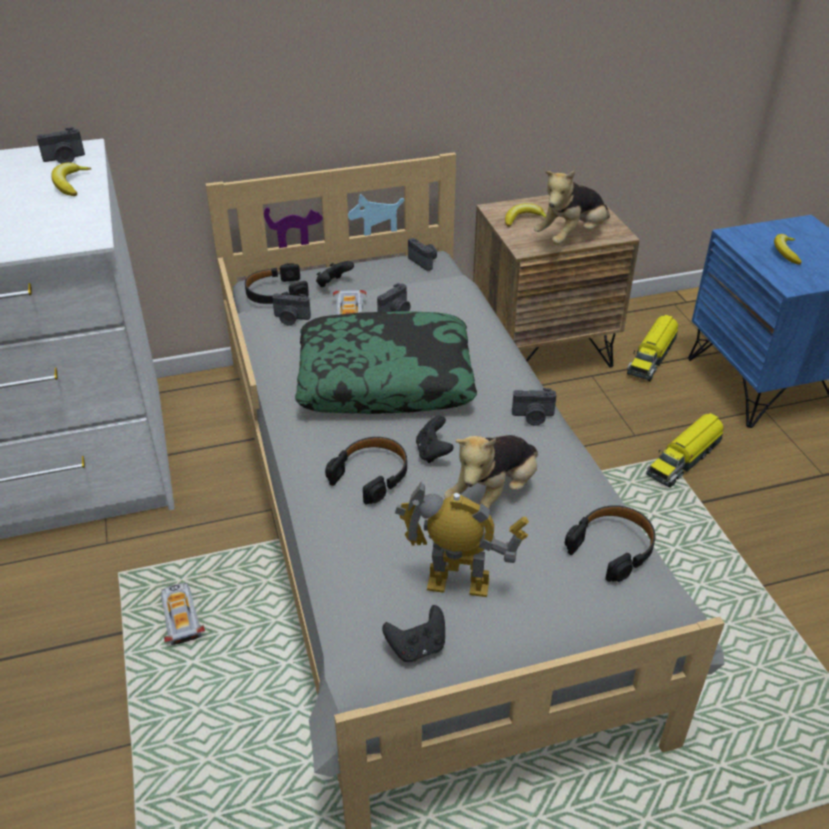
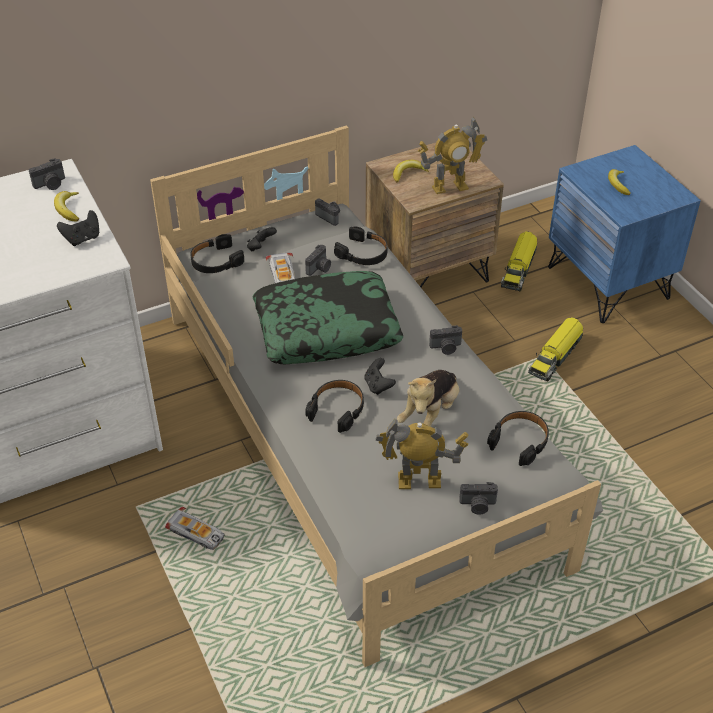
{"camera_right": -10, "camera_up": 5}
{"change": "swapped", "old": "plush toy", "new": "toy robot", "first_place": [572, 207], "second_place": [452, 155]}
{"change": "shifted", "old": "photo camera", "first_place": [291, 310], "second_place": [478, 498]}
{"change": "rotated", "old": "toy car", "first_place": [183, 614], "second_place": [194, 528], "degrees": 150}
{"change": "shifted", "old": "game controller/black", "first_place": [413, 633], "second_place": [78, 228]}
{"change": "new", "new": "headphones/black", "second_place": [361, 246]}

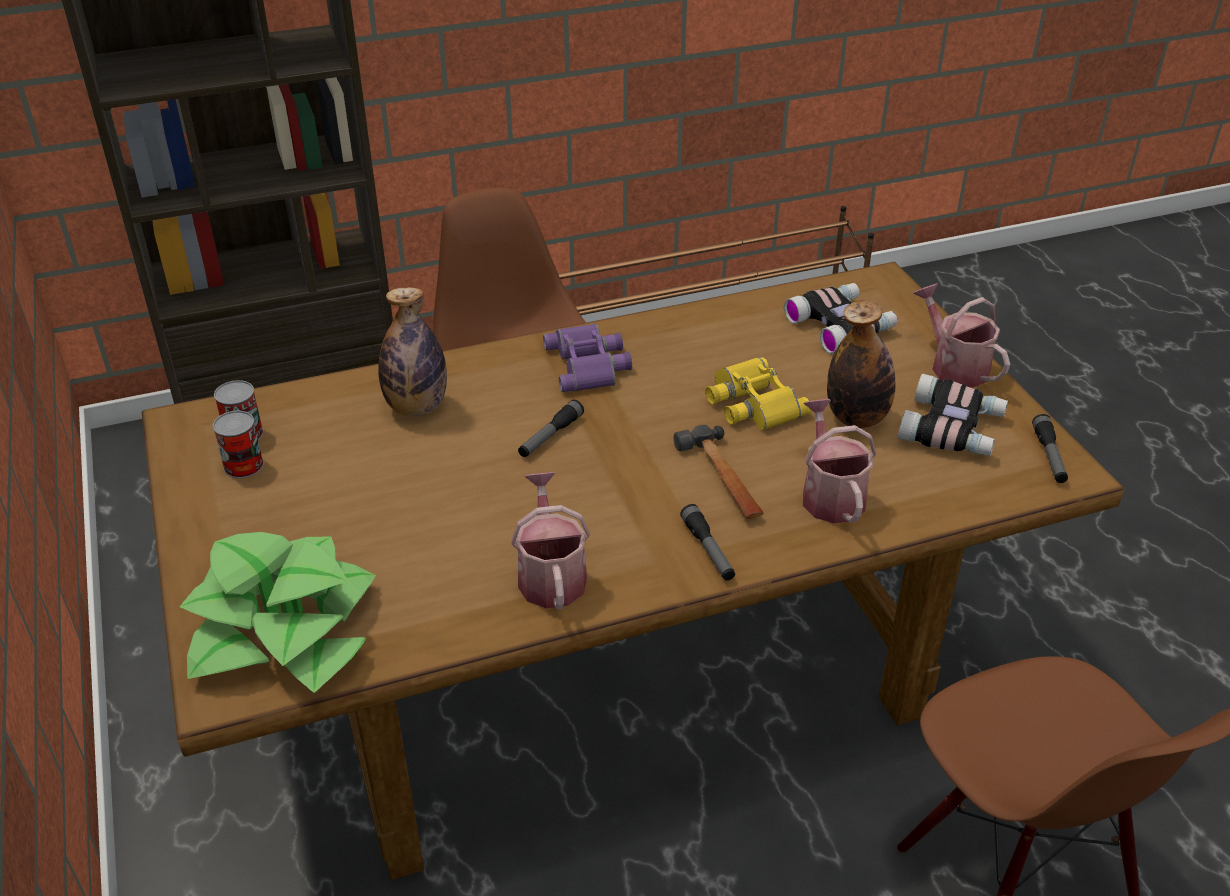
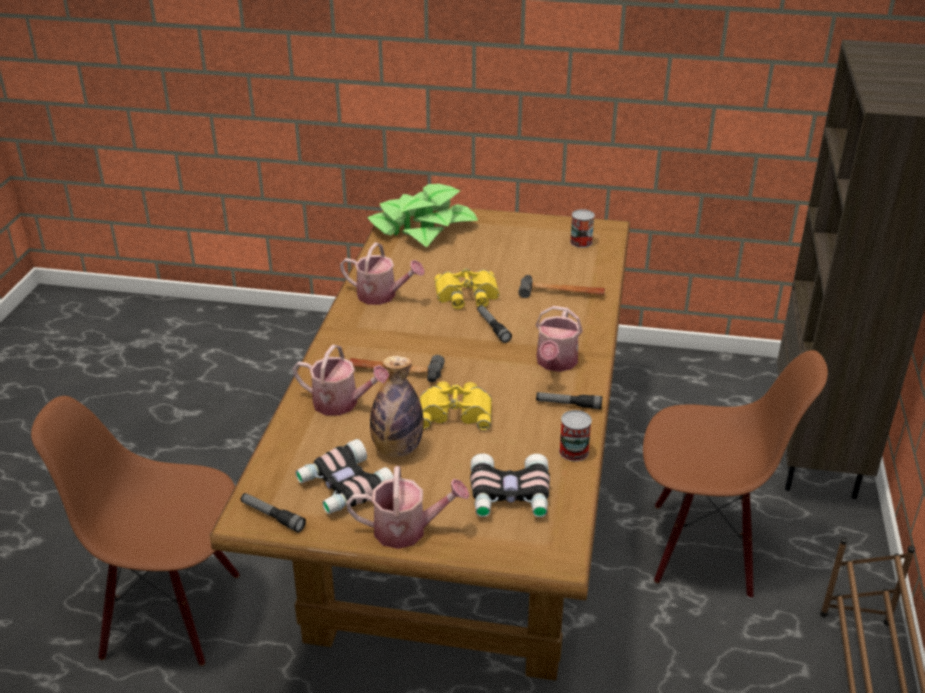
{"camera_right": 120, "camera_up": -5}
{"change": "swapped", "old": "bottle", "new": "hammer", "first_place": [412, 351], "second_place": [561, 286]}
{"change": "swapped", "old": "binoculars/purple", "new": "watering can", "first_place": [587, 357], "second_place": [559, 339]}
{"change": "shifted", "old": "can", "first_place": [238, 444], "second_place": [575, 435]}
{"change": "shifted", "old": "flashlight", "first_place": [707, 542], "second_place": [569, 400]}
{"change": "new", "new": "binoculars/yellow", "second_place": [467, 288]}

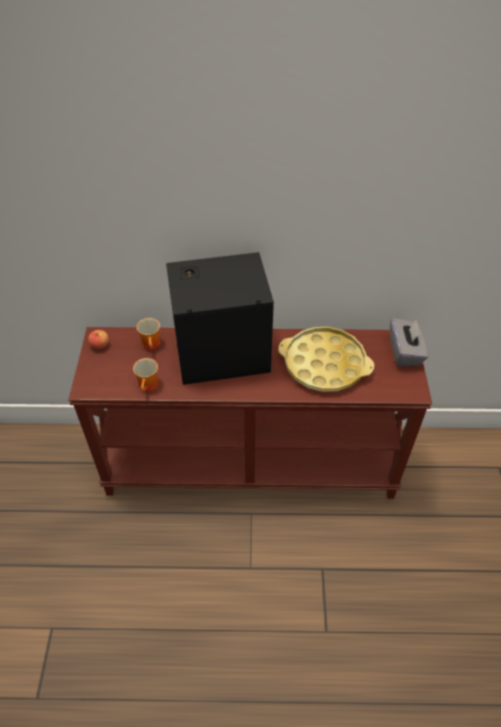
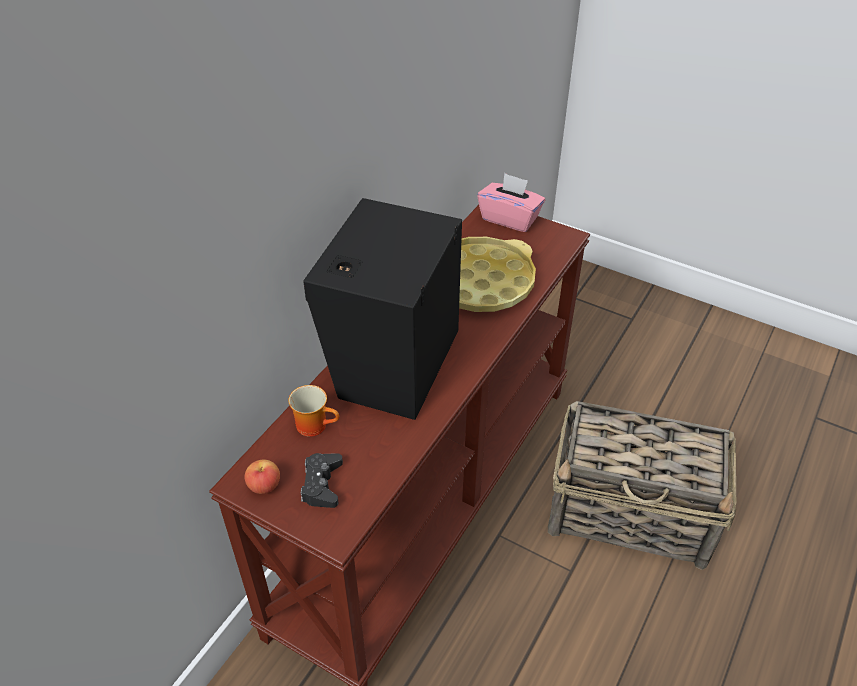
{"camera_right": -60, "camera_up": -5}
{"change": "repainted", "old": "tissue box/grey", "new": "tissue box/pink", "first_place": [409, 342], "second_place": [511, 202]}
{"change": "gone", "old": "mug", "first_place": [145, 375]}
{"change": "new", "new": "basket", "second_place": [642, 485]}
{"change": "new", "new": "game controller/black", "second_place": [322, 480]}

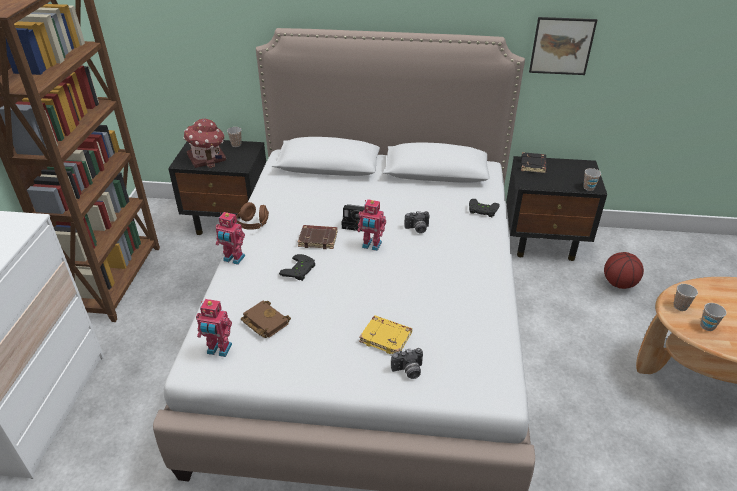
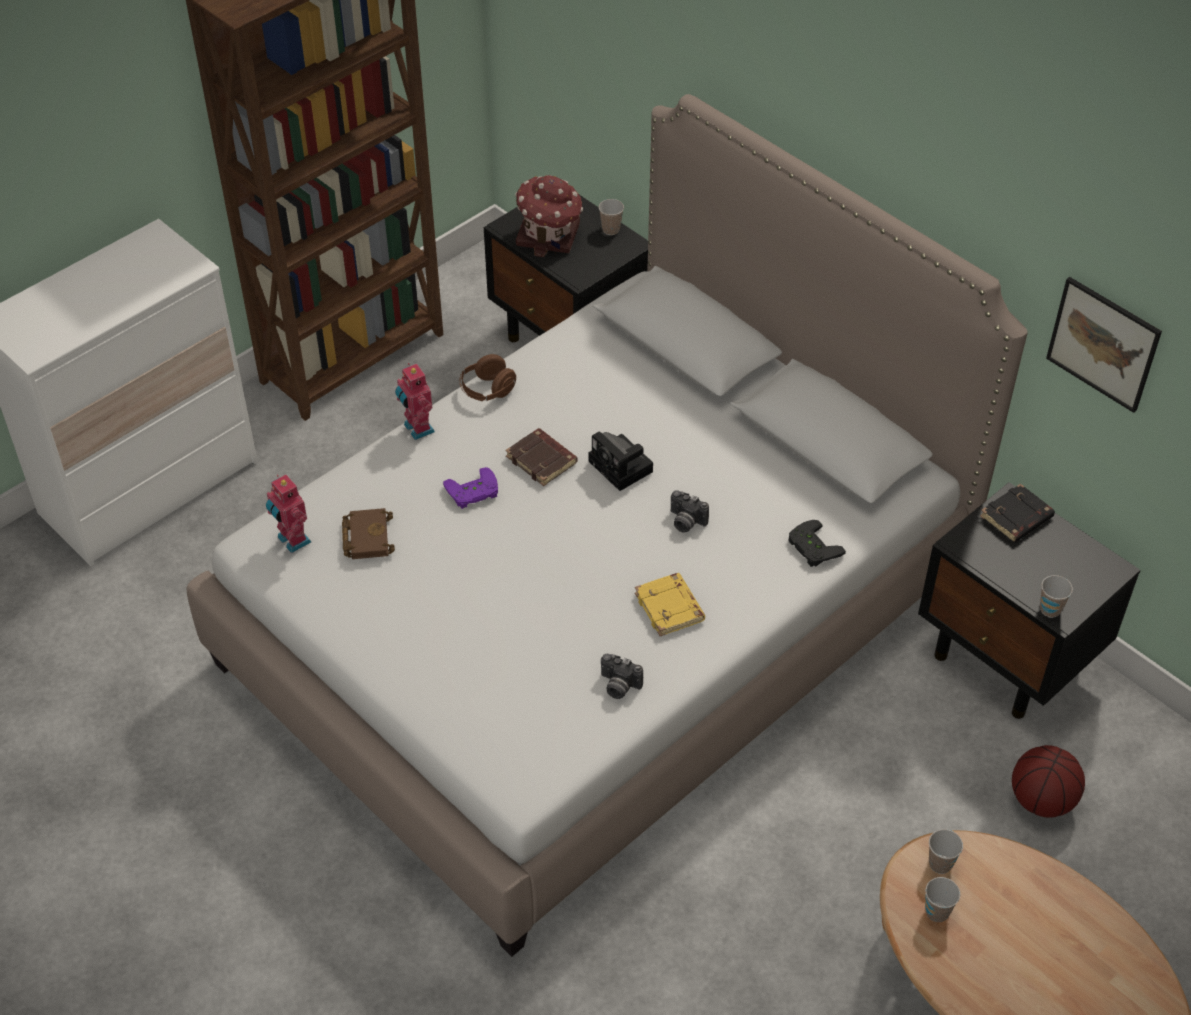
{"camera_right": 40, "camera_up": 10}
{"change": "gone", "old": "toy robot", "first_place": [372, 225]}
{"change": "repainted", "old": "game controller/black", "new": "game controller/purple", "first_place": [297, 267], "second_place": [470, 488]}
{"change": "shifted", "old": "book/yellow", "first_place": [385, 334], "second_place": [670, 604]}
{"change": "shifted", "old": "photo camera", "first_place": [407, 363], "second_place": [622, 676]}

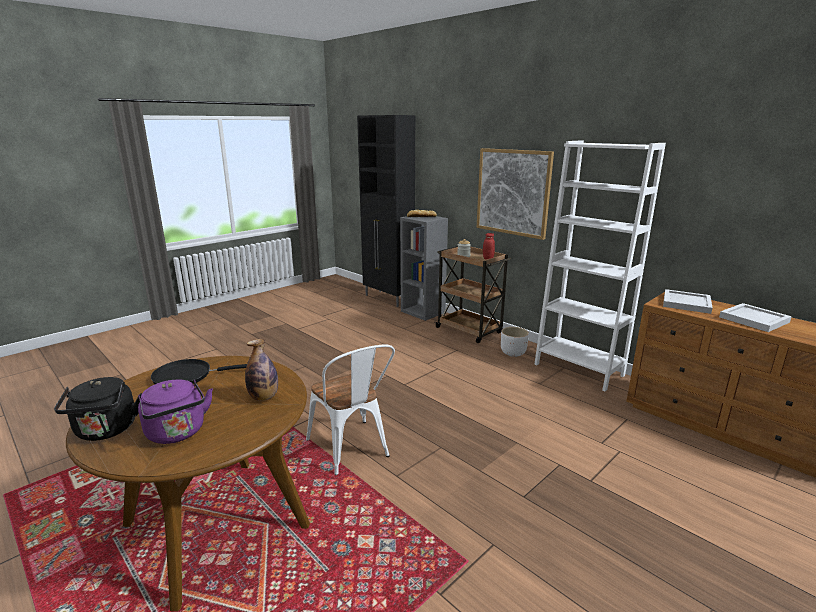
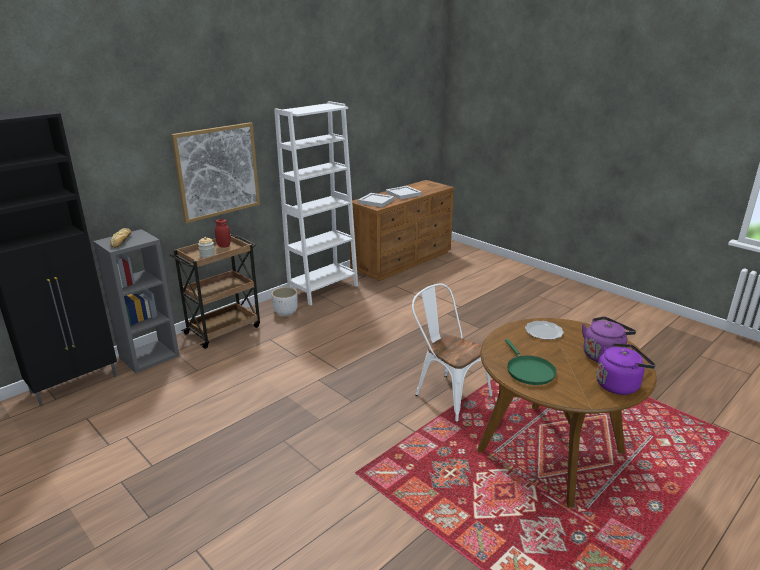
{"camera_right": -90, "camera_up": 5}
{"change": "swapped", "old": "bottle", "new": "plate", "first_place": [261, 370], "second_place": [544, 330]}
{"change": "rotated", "old": "chair/white", "first_place": [350, 409], "second_place": [452, 353], "degrees": -105}
{"change": "repainted", "old": "frying pan/black", "new": "frying pan/green", "first_place": [199, 371], "second_place": [531, 362]}
{"change": "repainted", "old": "kettle/black", "new": "kettle/purple", "first_place": [98, 409], "second_place": [626, 369]}

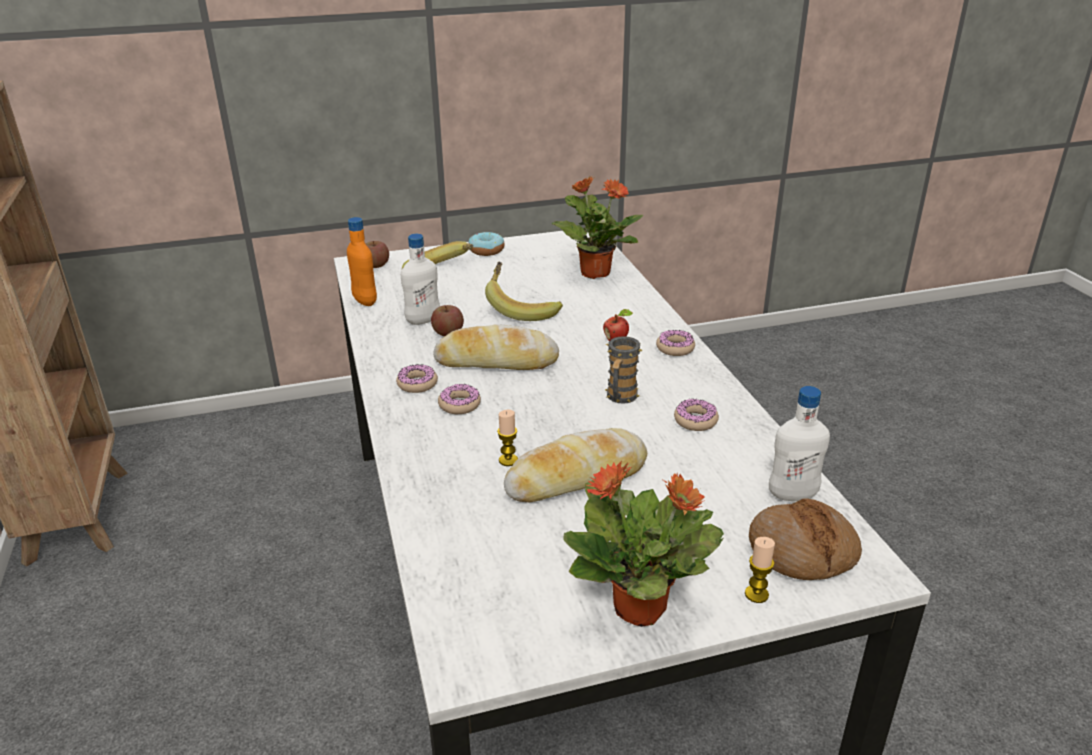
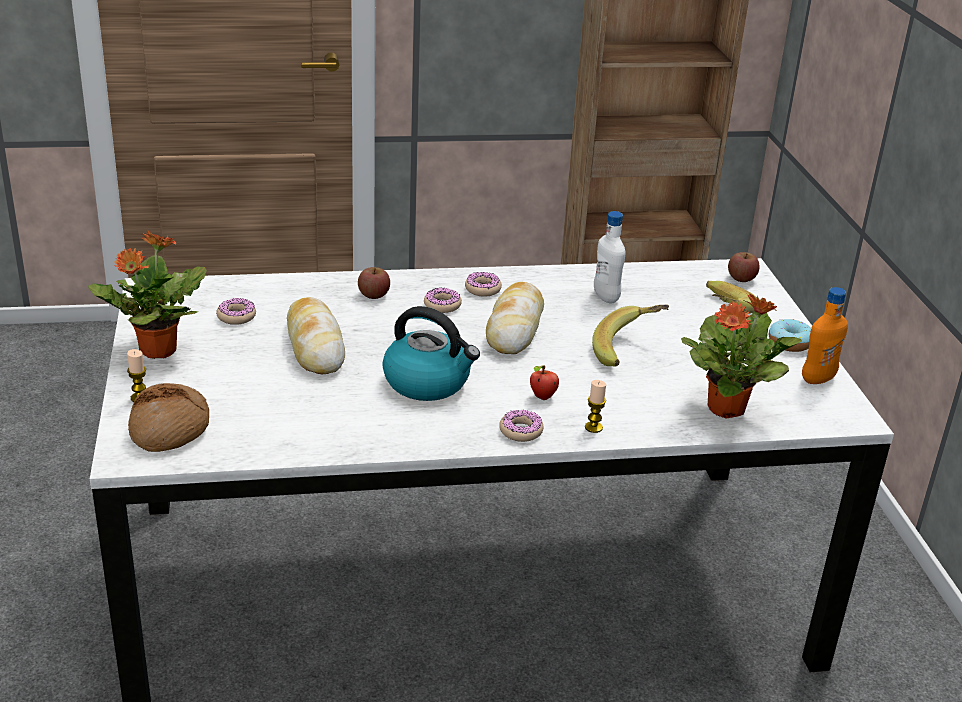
{"camera_right": 95, "camera_up": 0}
{"change": "shifted", "old": "bottle/orange", "first_place": [362, 261], "second_place": [825, 335]}
{"change": "shifted", "old": "apple", "first_place": [447, 320], "second_place": [374, 283]}
{"change": "swapped", "old": "mug", "new": "kettle", "first_place": [624, 370], "second_place": [431, 353]}
{"change": "gone", "old": "bottle/white", "first_place": [799, 443]}
{"change": "shifted", "old": "donut", "first_place": [696, 415], "second_place": [236, 311]}
{"change": "shifted", "old": "candle", "first_place": [507, 438], "second_place": [595, 406]}

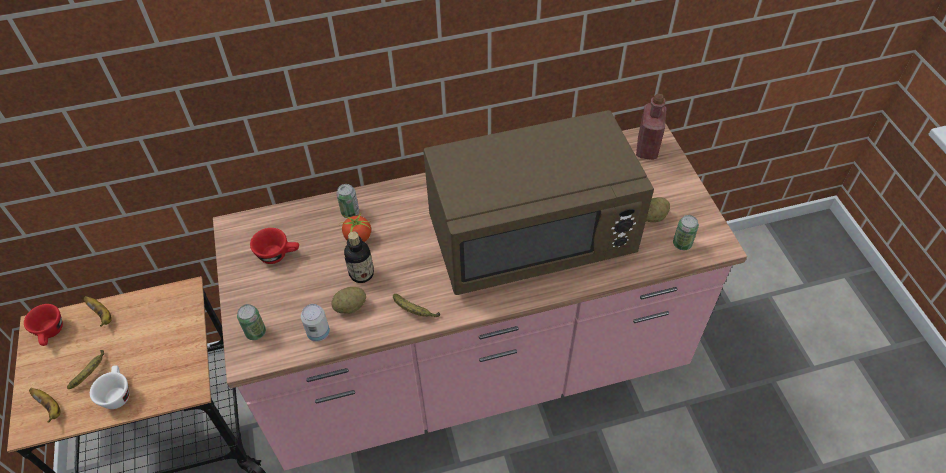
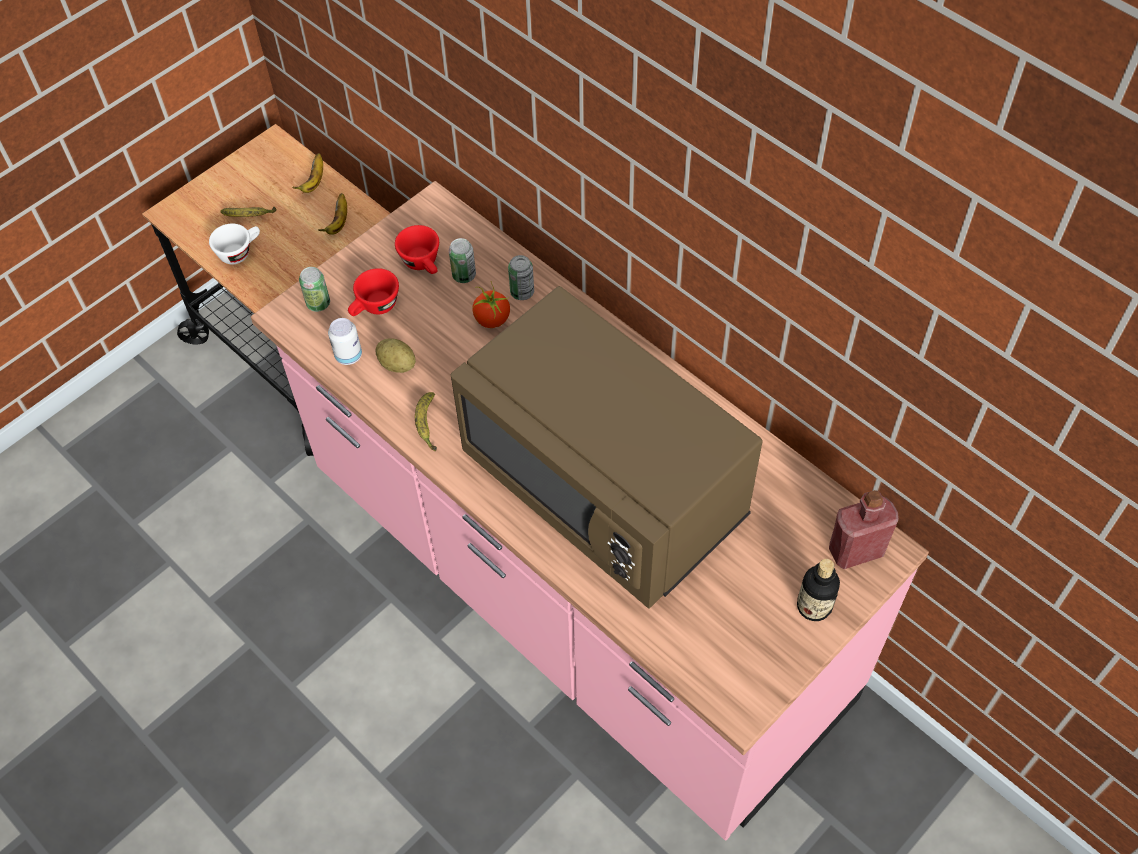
{"camera_right": 60, "camera_up": 5}
{"change": "gone", "old": "potato", "first_place": [658, 209]}
{"change": "shifted", "old": "can", "first_place": [686, 232], "second_place": [462, 260]}
{"change": "shifted", "old": "bottle", "first_place": [359, 257], "second_place": [818, 590]}
{"change": "shifted", "old": "cup/red", "first_place": [43, 325], "second_place": [373, 292]}
{"change": "shifted", "old": "banana", "first_place": [44, 405], "second_place": [332, 214]}

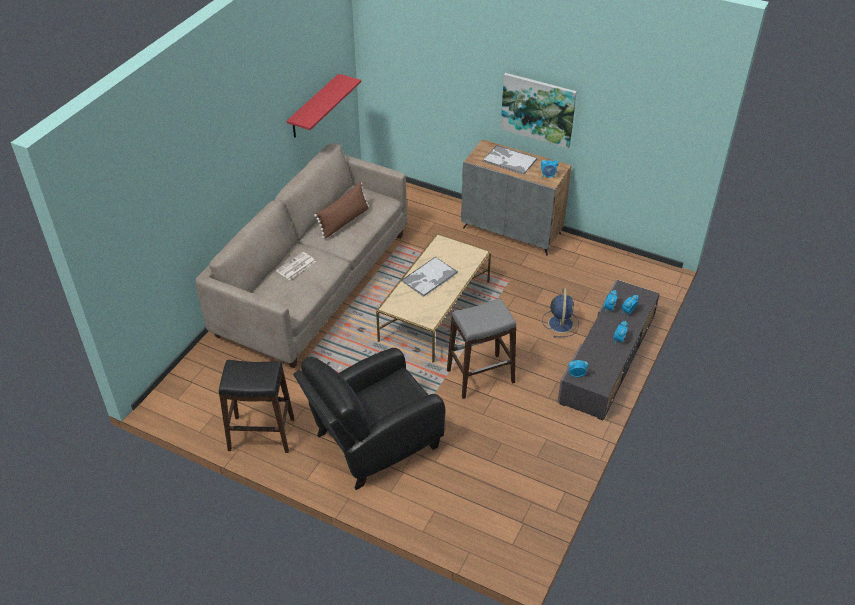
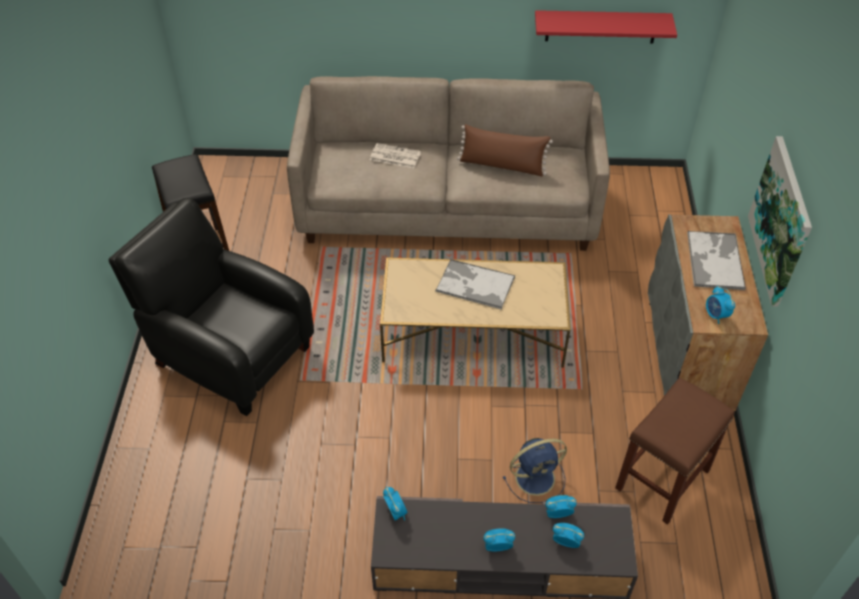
{"camera_right": 65, "camera_up": 5}
{"change": "gone", "old": "stool/grey", "first_place": [481, 348]}
{"change": "new", "new": "stool/brown", "second_place": [675, 451]}

